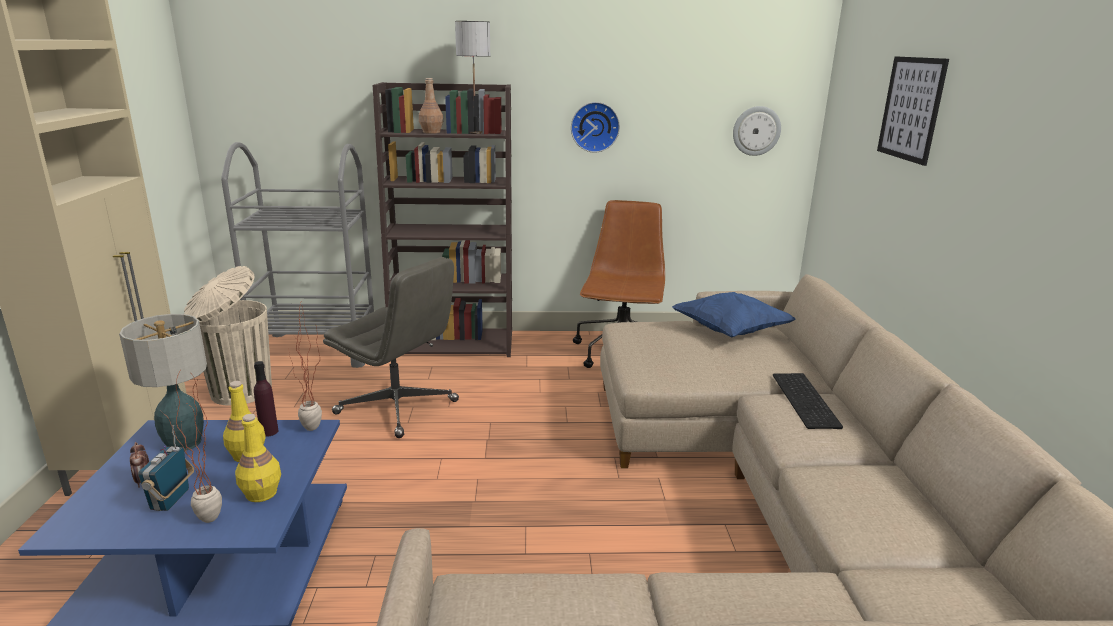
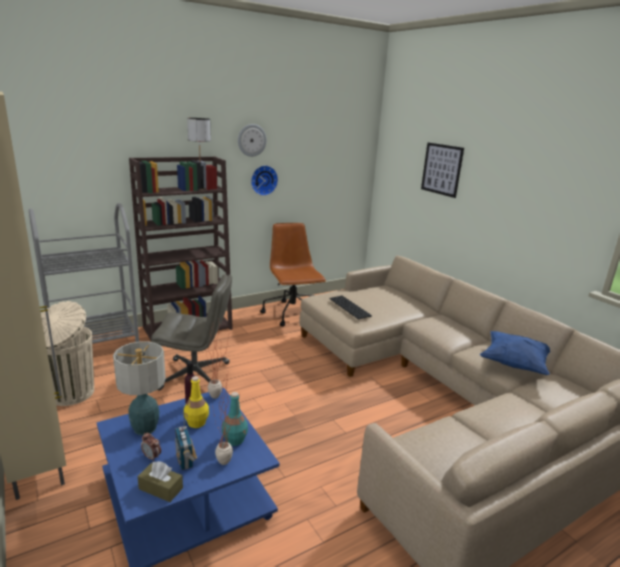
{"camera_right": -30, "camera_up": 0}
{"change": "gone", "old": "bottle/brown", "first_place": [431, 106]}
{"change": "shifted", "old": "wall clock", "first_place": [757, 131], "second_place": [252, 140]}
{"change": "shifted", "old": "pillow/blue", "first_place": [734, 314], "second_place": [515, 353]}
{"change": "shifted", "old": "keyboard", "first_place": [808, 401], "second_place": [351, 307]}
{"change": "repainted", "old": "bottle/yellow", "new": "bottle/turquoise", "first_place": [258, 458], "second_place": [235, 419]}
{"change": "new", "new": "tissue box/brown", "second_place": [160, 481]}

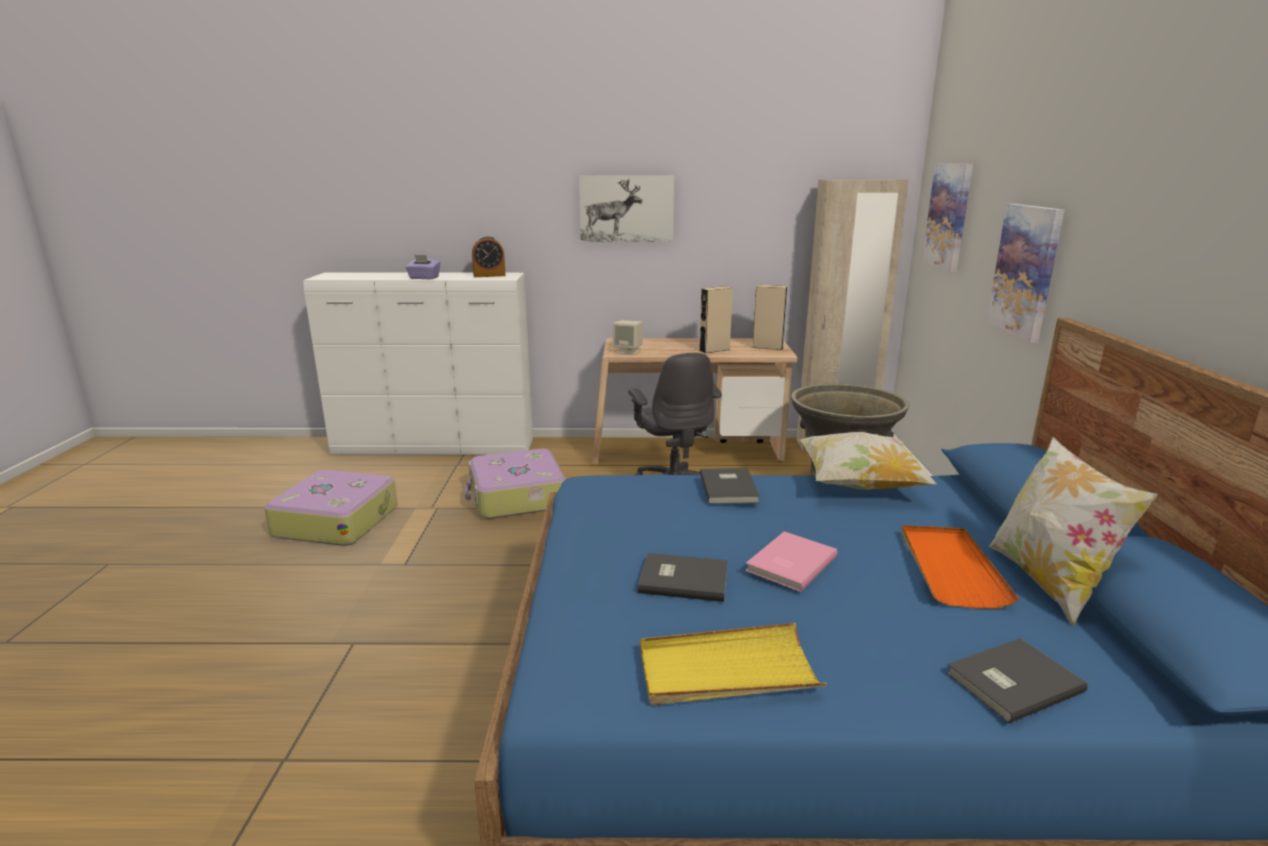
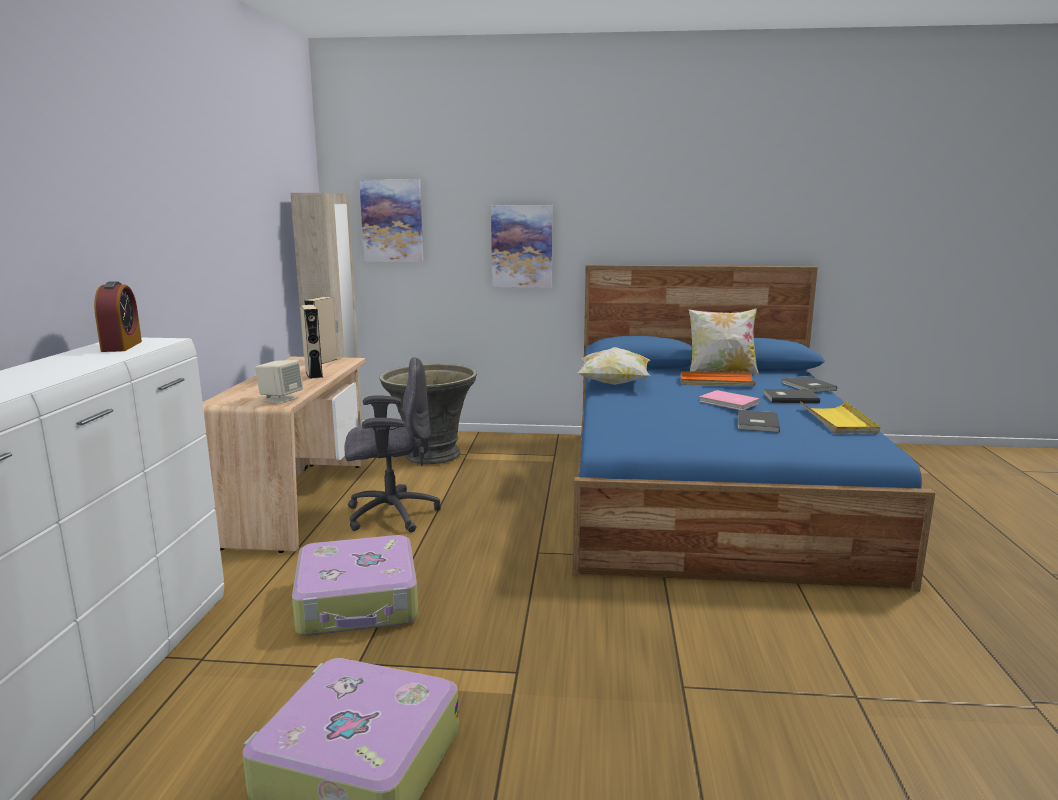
{"camera_right": -85, "camera_up": -5}
{"change": "gone", "old": "picture", "first_place": [626, 208]}
{"change": "gone", "old": "tissue box/purple", "first_place": [422, 266]}
{"change": "shifted", "old": "book/grey", "first_place": [730, 486], "second_place": [791, 396]}

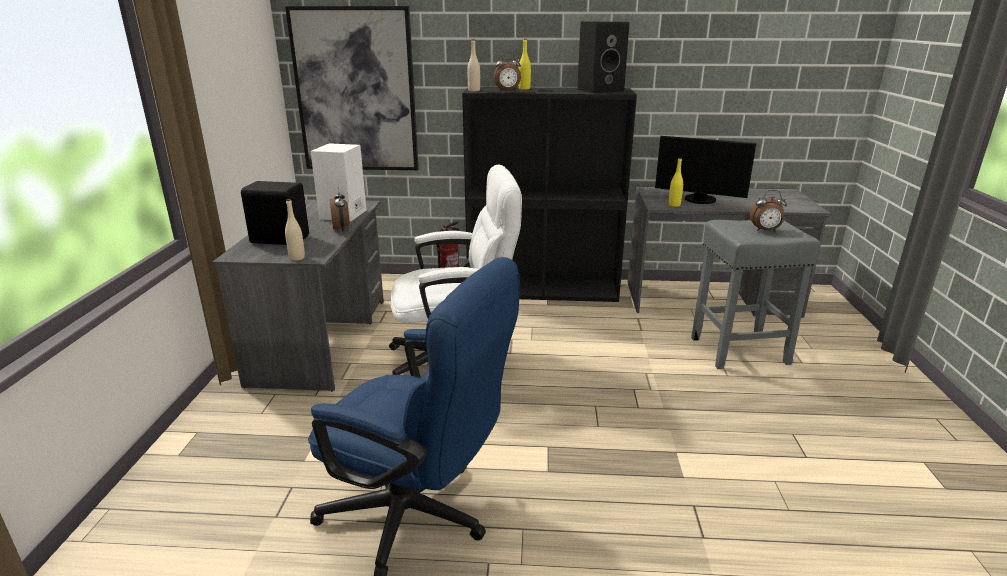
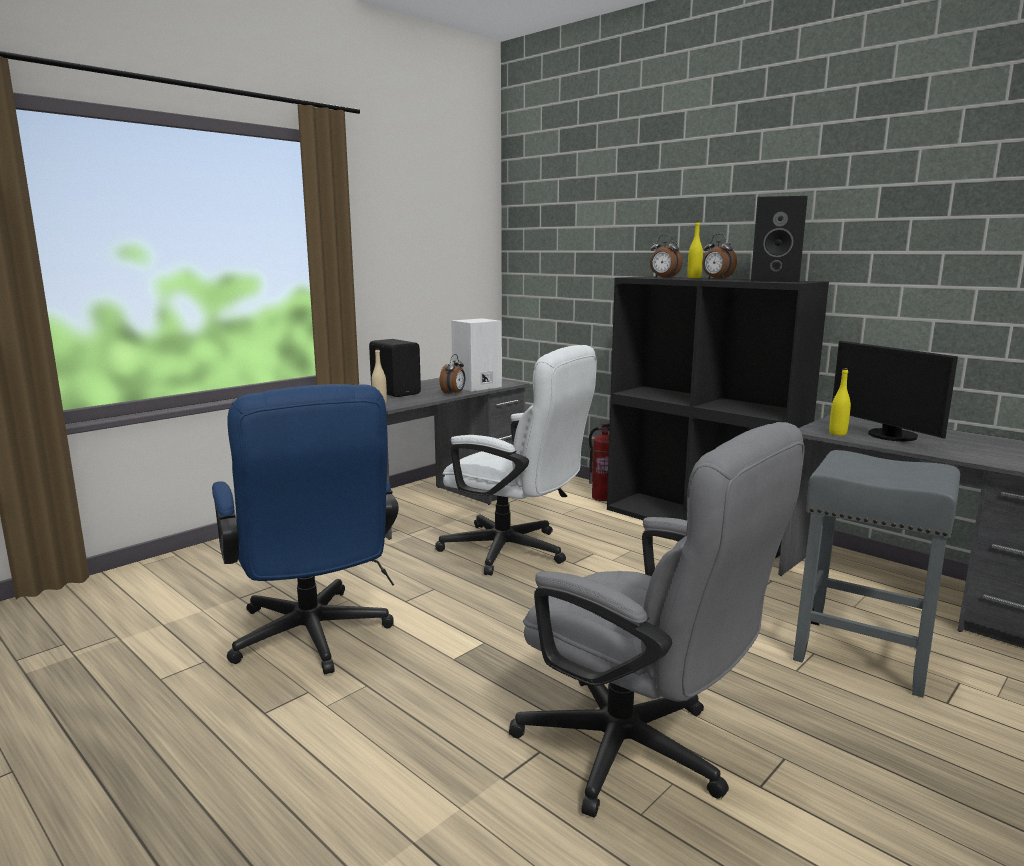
{"camera_right": 40, "camera_up": -10}
{"change": "gone", "old": "picture", "first_place": [352, 88]}
{"change": "gone", "old": "bottle/beige", "first_place": [473, 65]}
{"change": "shifted", "old": "alarm clock", "first_place": [768, 211], "second_place": [719, 256]}
{"change": "new", "new": "office chair/grey", "second_place": [657, 620]}

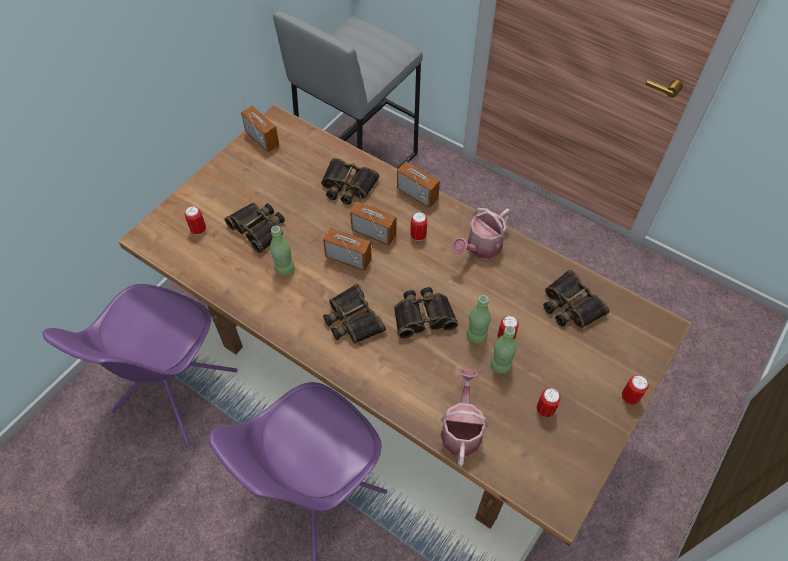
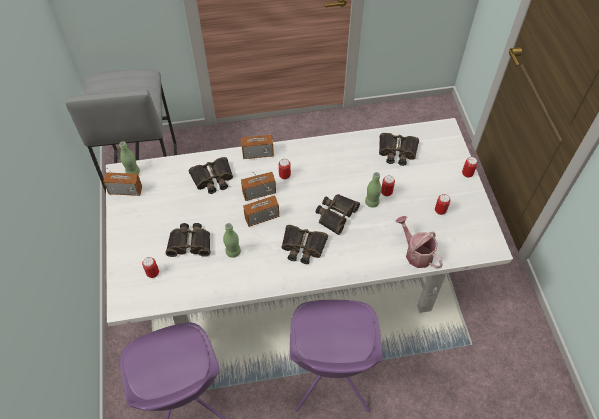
{"camera_right": -45, "camera_up": 0}
{"change": "repainted", "old": "dining table/brown", "new": "dining table/white", "first_place": [405, 325], "second_place": [309, 222]}
{"change": "gone", "old": "watering can", "first_place": [481, 233]}
{"change": "shifted", "old": "bottle/green", "first_place": [503, 350], "second_place": [129, 157]}

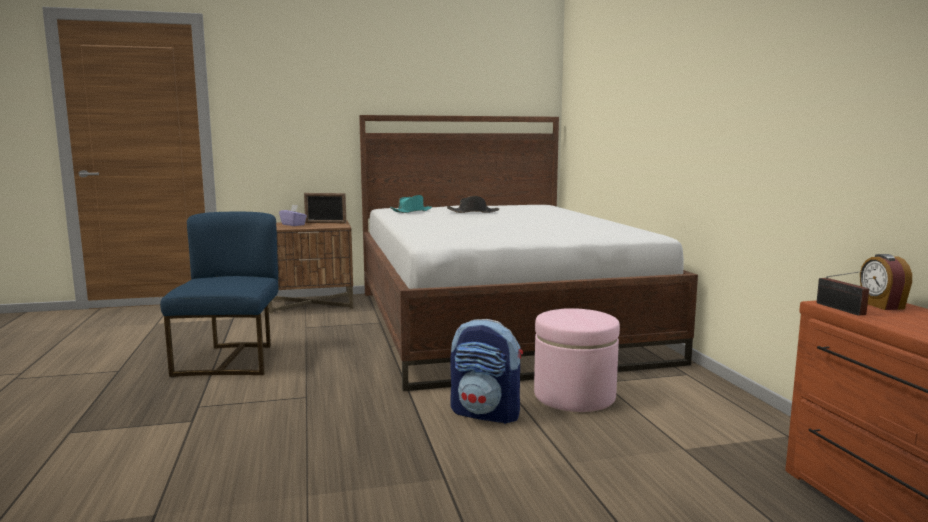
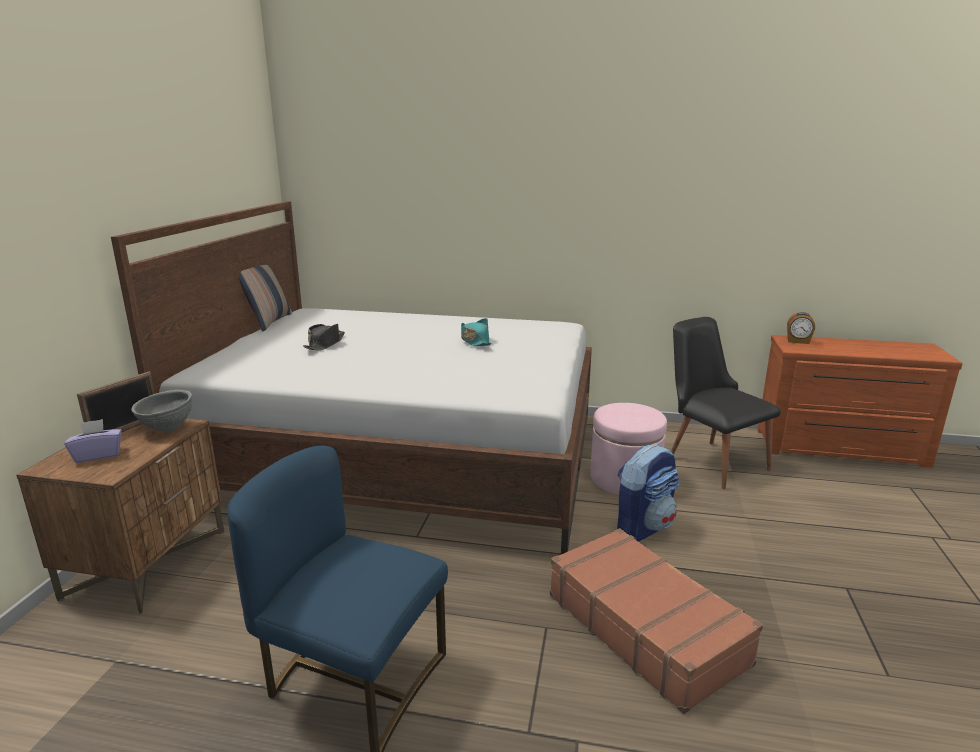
{"camera_right": -65, "camera_up": 10}
{"change": "shifted", "old": "hat/turquoise", "first_place": [411, 204], "second_place": [476, 332]}
{"change": "gone", "old": "radio", "first_place": [846, 292]}
{"change": "new", "new": "pillow", "second_place": [265, 298]}
{"change": "new", "new": "chair/black", "second_place": [726, 403]}
{"change": "new", "new": "bowl/grey", "second_place": [161, 411]}
{"change": "new", "new": "suitcase/brown", "second_place": [656, 621]}

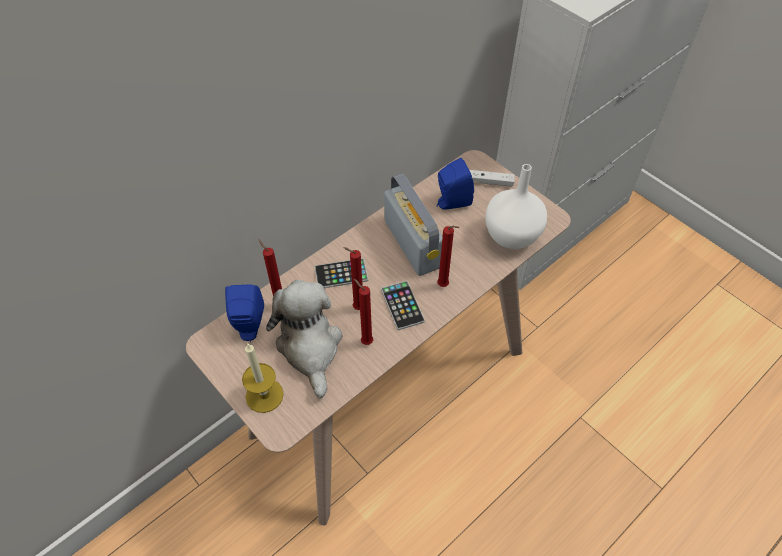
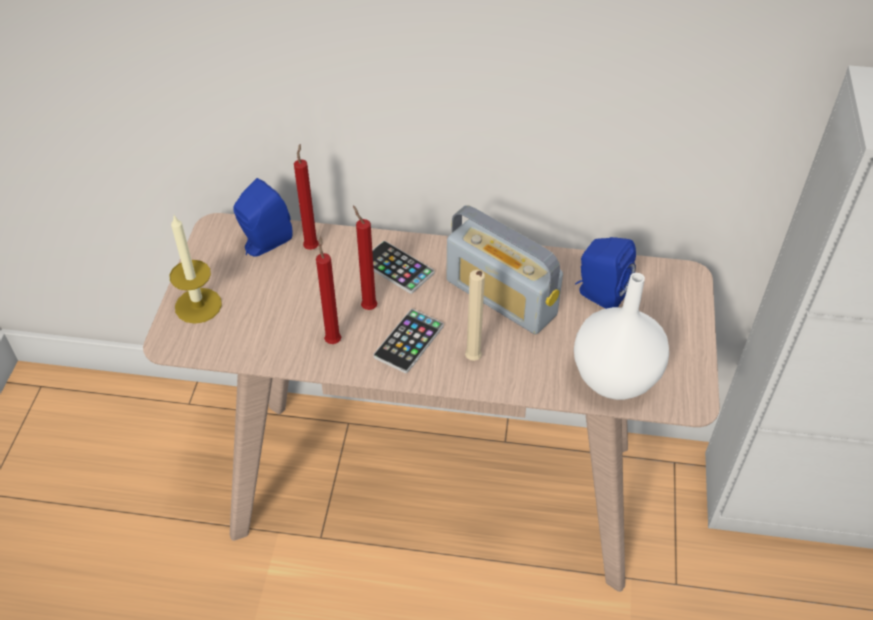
{"camera_right": 50, "camera_up": -5}
{"change": "gone", "old": "game controller/white", "first_place": [492, 178]}
{"change": "rotated", "old": "radio", "first_place": [413, 224], "second_place": [504, 270], "degrees": 105}
{"change": "repainted", "old": "candle/red", "new": "candle/beige", "first_place": [448, 256], "second_place": [475, 315]}
{"change": "gone", "old": "plush toy", "first_place": [304, 339]}

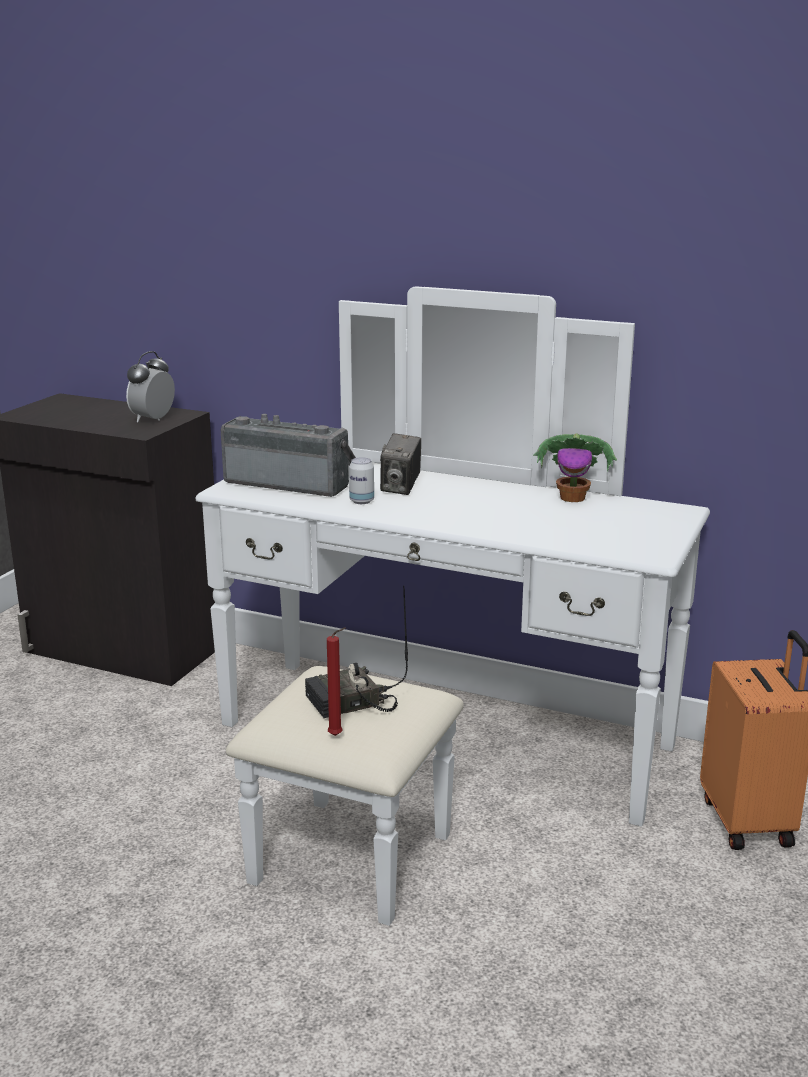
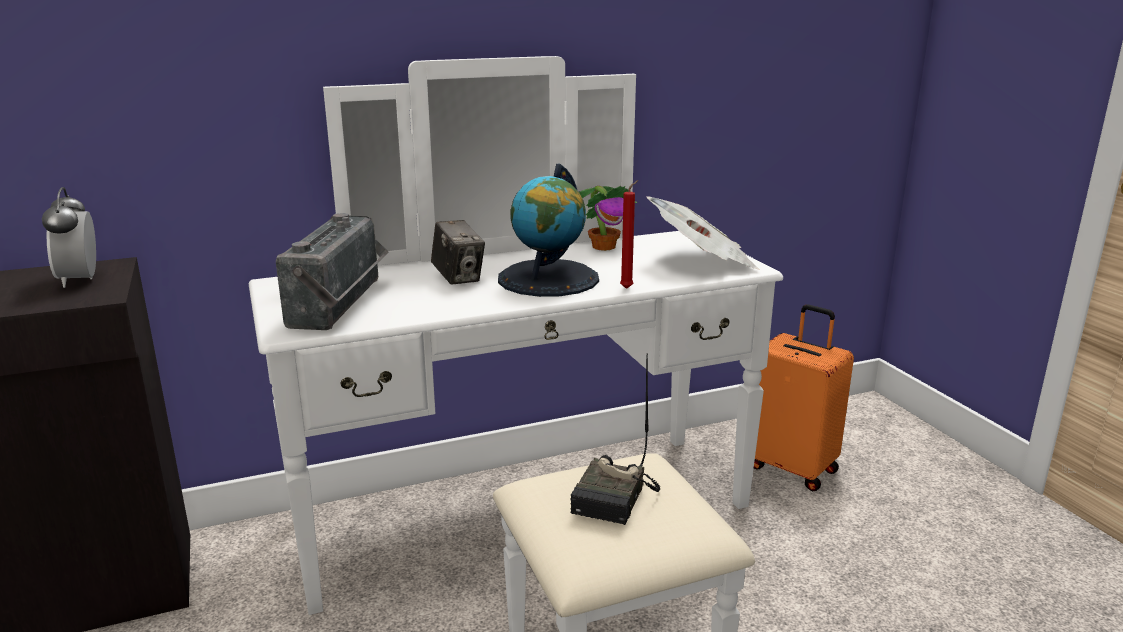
{"camera_right": -45, "camera_up": 0}
{"change": "rotated", "old": "radio", "first_place": [288, 455], "second_place": [332, 271], "degrees": 120}
{"change": "gone", "old": "can", "first_place": [361, 480]}
{"change": "shifted", "old": "candle/red", "first_place": [336, 682], "second_place": [629, 234]}
{"change": "new", "new": "globe", "second_place": [548, 230]}
{"change": "new", "new": "newspaper", "second_place": [702, 232]}

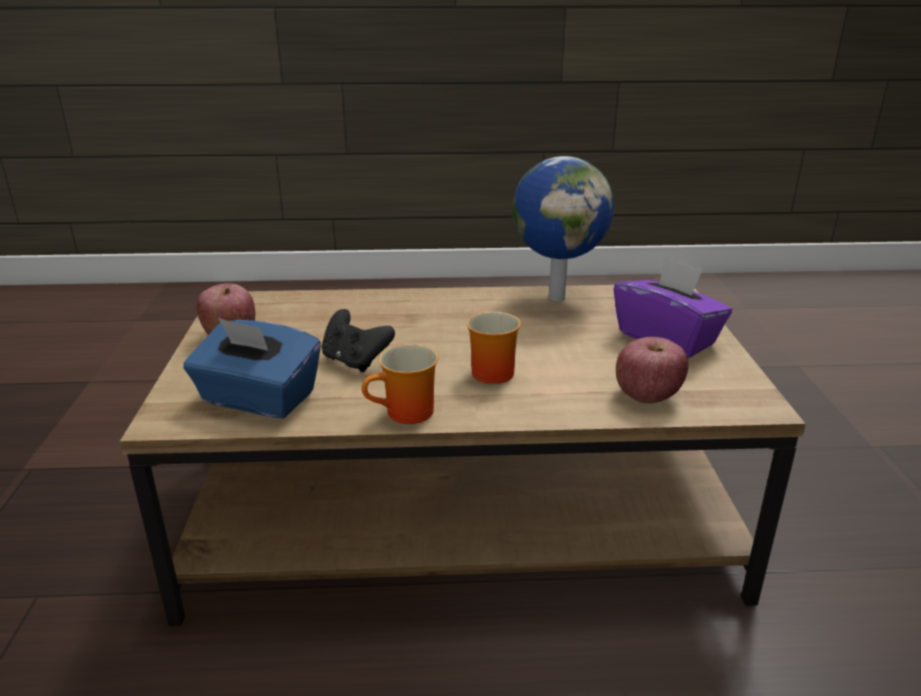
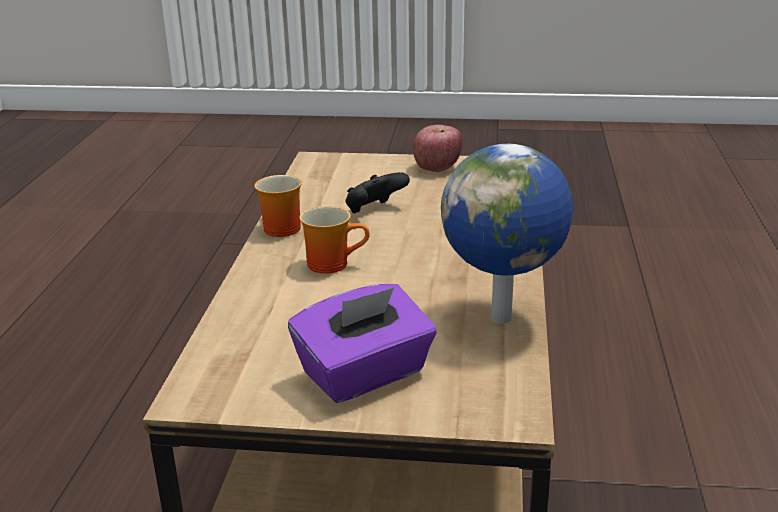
{"camera_right": 100, "camera_up": 0}
{"change": "gone", "old": "tissue box/blue", "first_place": [252, 368]}
{"change": "gone", "old": "apple", "first_place": [652, 370]}

